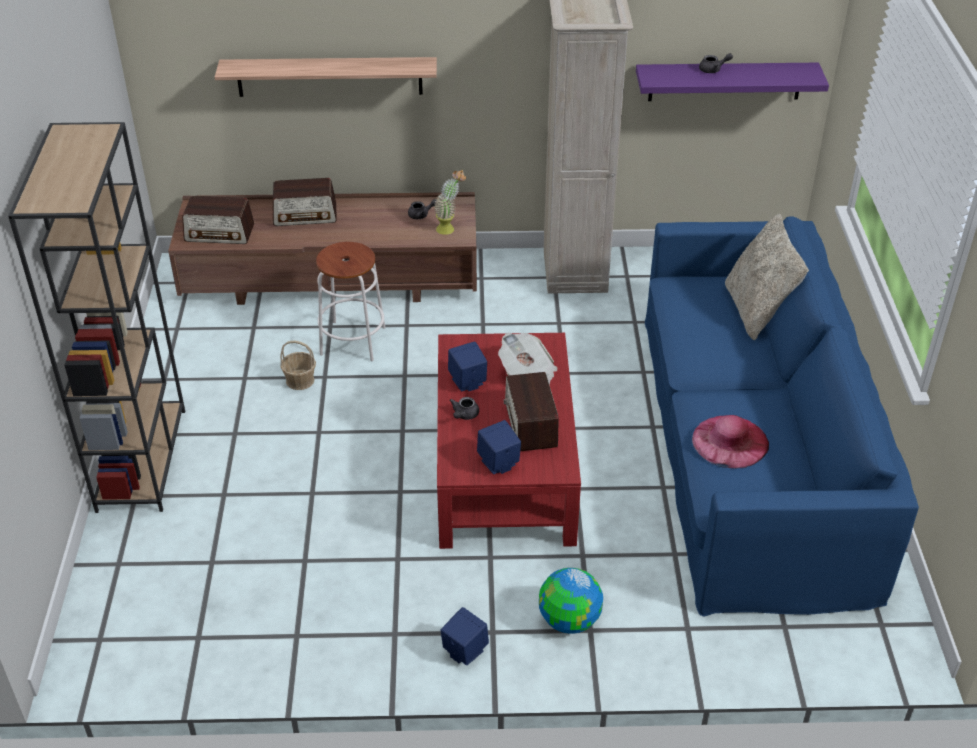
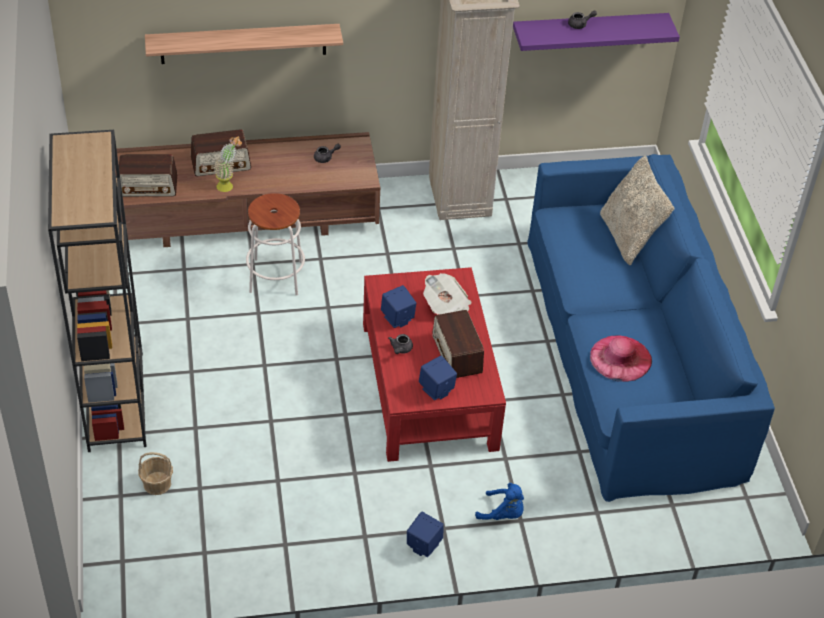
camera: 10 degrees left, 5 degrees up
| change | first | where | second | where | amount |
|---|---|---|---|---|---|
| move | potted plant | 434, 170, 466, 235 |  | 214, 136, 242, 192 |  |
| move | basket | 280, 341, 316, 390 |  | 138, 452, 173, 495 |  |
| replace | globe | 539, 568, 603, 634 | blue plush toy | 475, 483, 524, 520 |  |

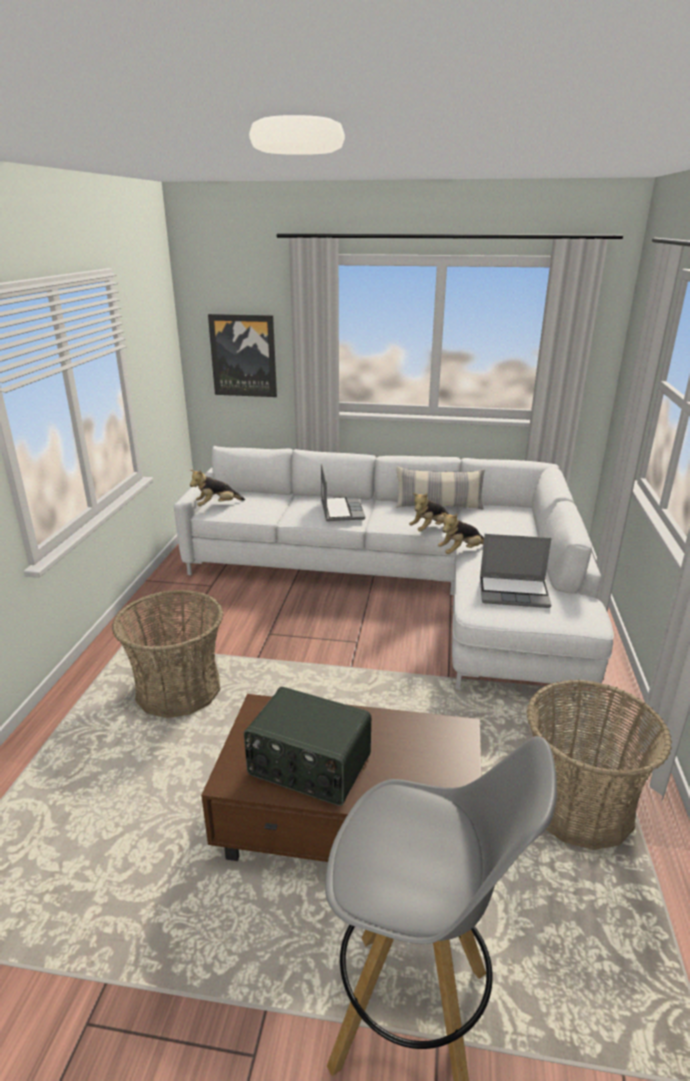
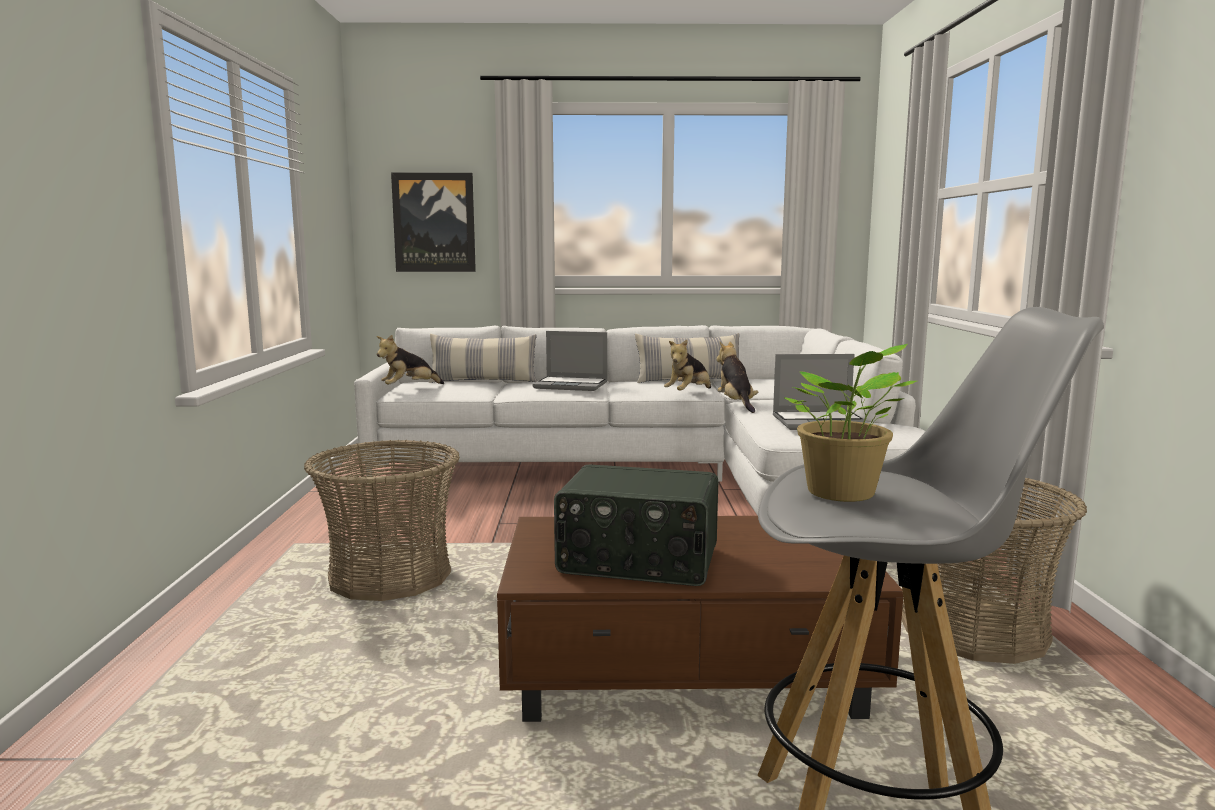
camera: 10 degrees left, 15 degrees down
| change | first | where | second | where | amount |
|---|---|---|---|---|---|
| rotate | laptop | 321, 464, 365, 521 |  | 532, 331, 608, 391 | 120 degrees clockwise |
| rotate | plush toy | 438, 513, 484, 554 |  | 716, 341, 758, 413 | 120 degrees clockwise |
| insert |  |  | pillow | 428, 334, 537, 383 |  |
| insert |  |  | potted plant | 784, 344, 916, 502 |  |

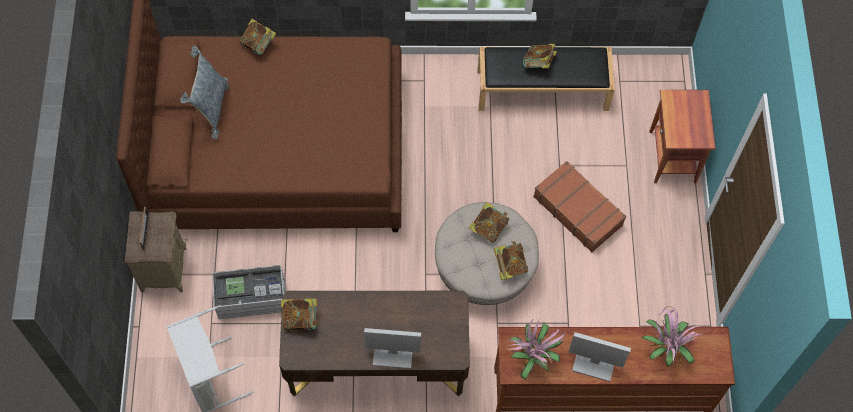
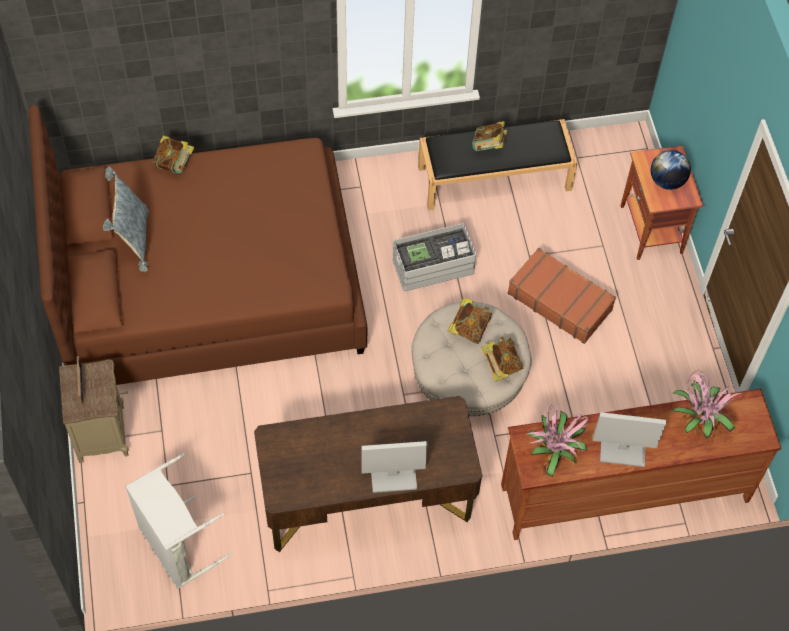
camera: 10 degrees left, 5 degrees down
| change | first | where | second | where | amount |
|---|---|---|---|---|---|
| move | grey storage box | 212, 265, 286, 319 |  | 392, 223, 476, 291 |  |
| delete | book | 281, 298, 318, 331 |  |  |  |
| insert |  |  | globe | 651, 150, 691, 190 |  |

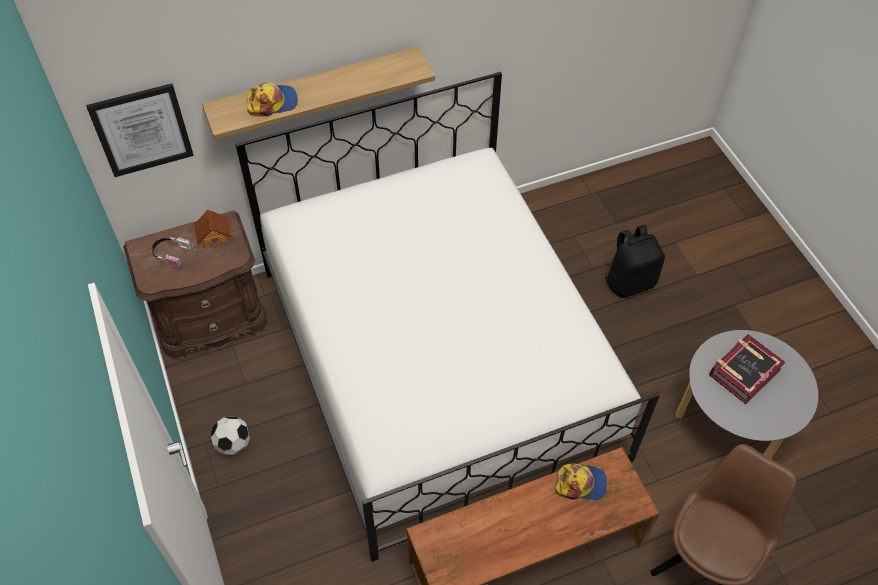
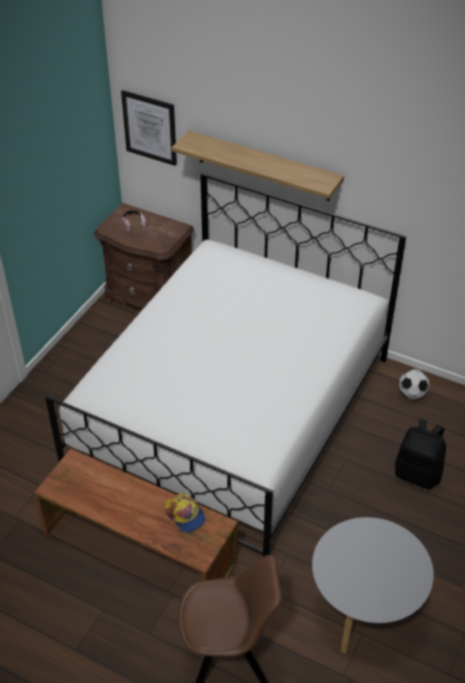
camera: 50 degrees right, 10 degrees down
| change | first | where | second | where | amount |
|---|---|---|---|---|---|
| delete | cap | 247, 82, 298, 116 |  |  |  |
| delete | toy house | 194, 210, 232, 248 |  |  |  |
| delete | book | 709, 334, 785, 404 |  |  |  |
| move | football | 210, 416, 250, 455 |  | 399, 369, 430, 399 |  |

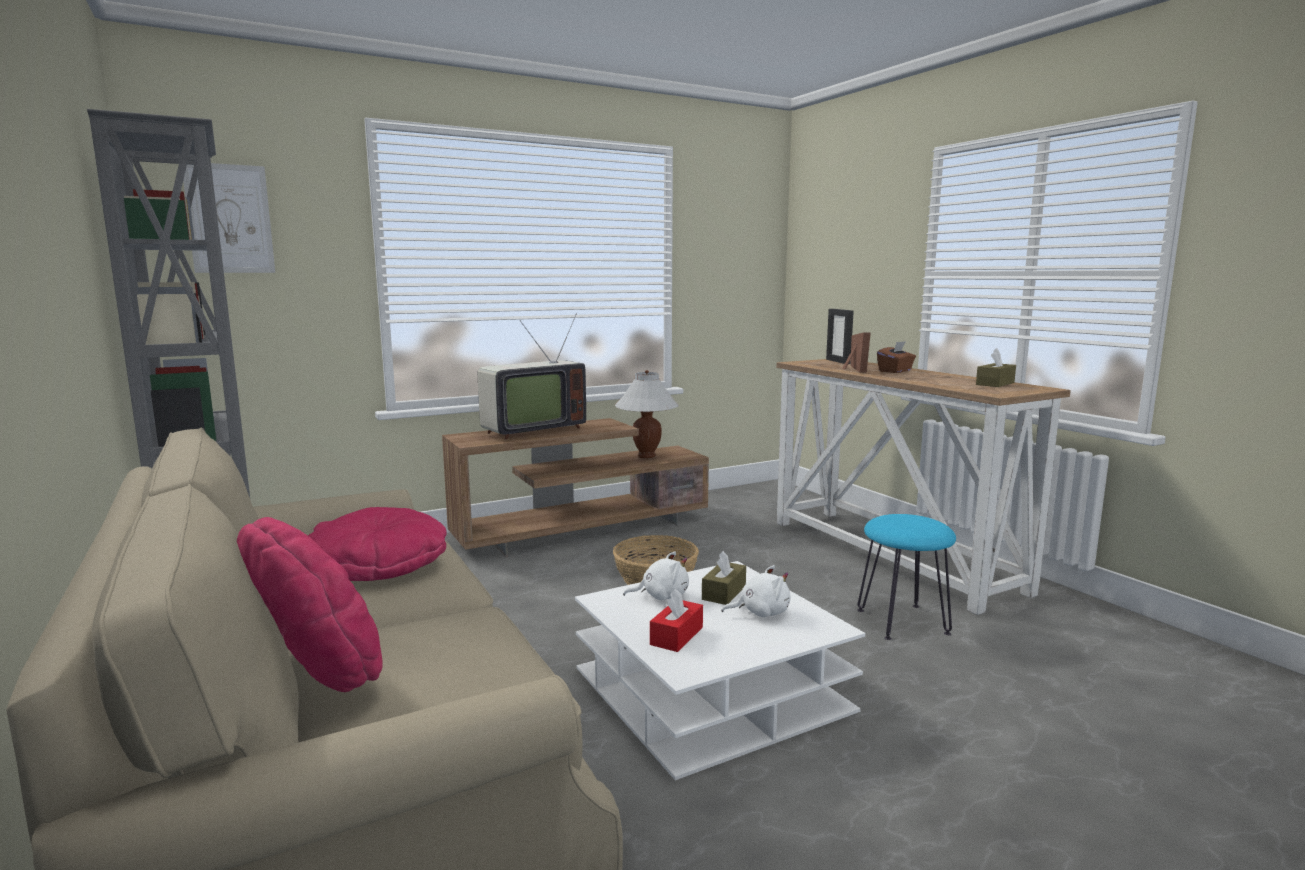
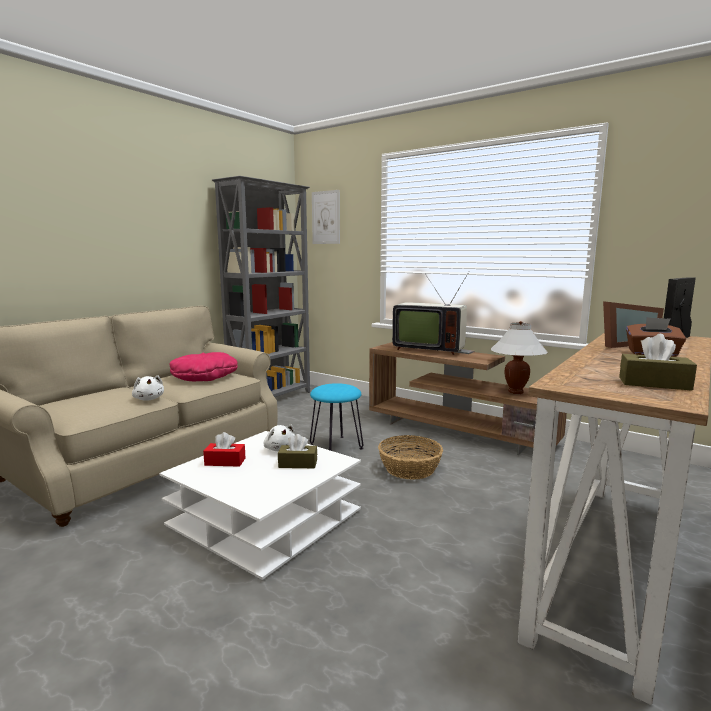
camera: 65 degrees right, 0 degrees up
| change | first | where | second | where | amount |
|---|---|---|---|---|---|
| move | turquoise stool | 857, 514, 956, 640 |  | 310, 383, 363, 451 |  |
| delete | pink pillow | 237, 517, 383, 692 |  |  |  |
| move | white plush toy | 722, 565, 790, 617 |  | 132, 375, 164, 401 |  |

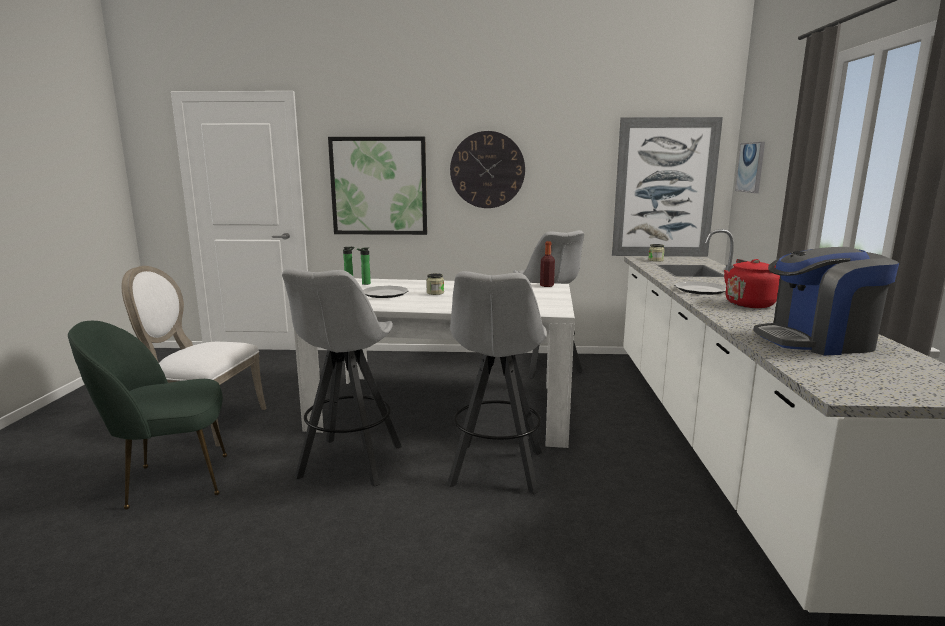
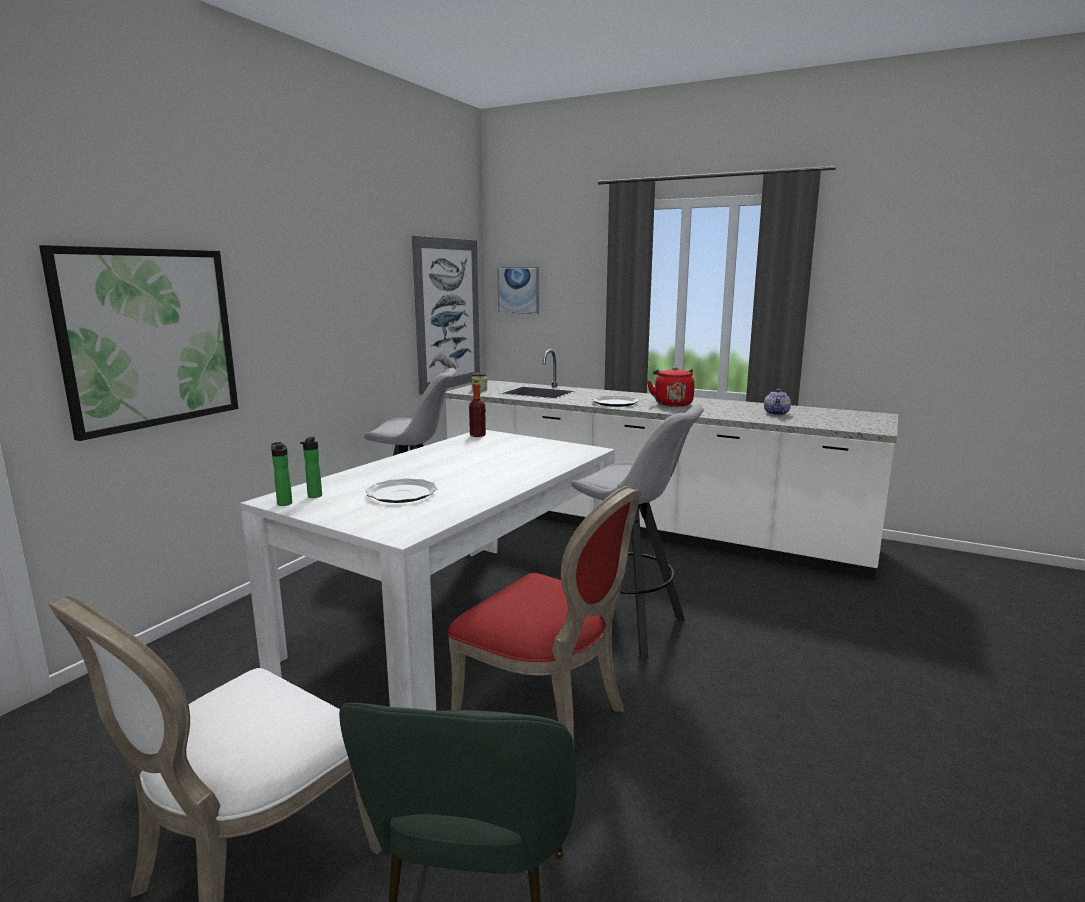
camera: 65 degrees left, 0 degrees up
| change | first | where | second | where | amount |
|---|---|---|---|---|---|
| delete | wall clock | 450, 131, 525, 208 |  |  |  |
| replace | coffee machine | 753, 247, 899, 355 | teapot | 764, 389, 791, 415 |  |
| replace | grey stool | 282, 268, 402, 487 | red chair | 448, 486, 641, 740 |  |
| delete | jar | 426, 273, 444, 295 |  |  |  |

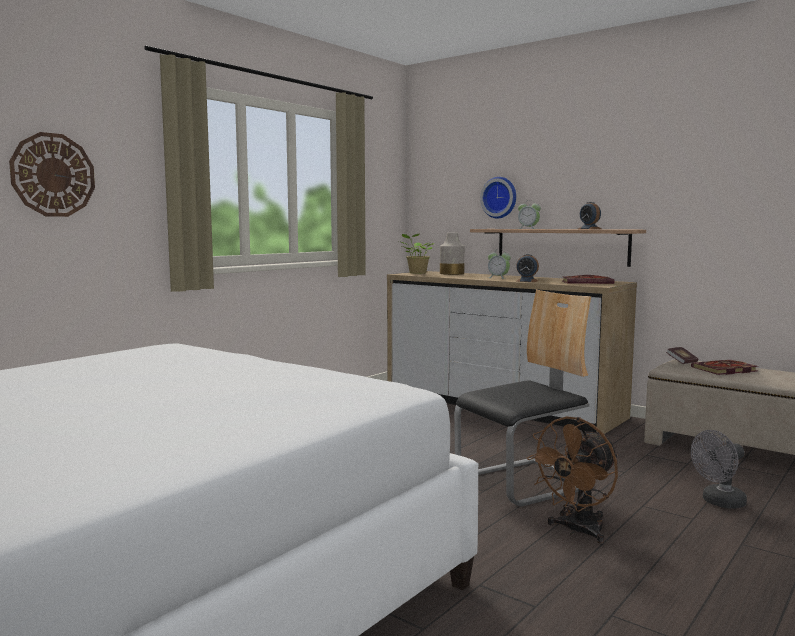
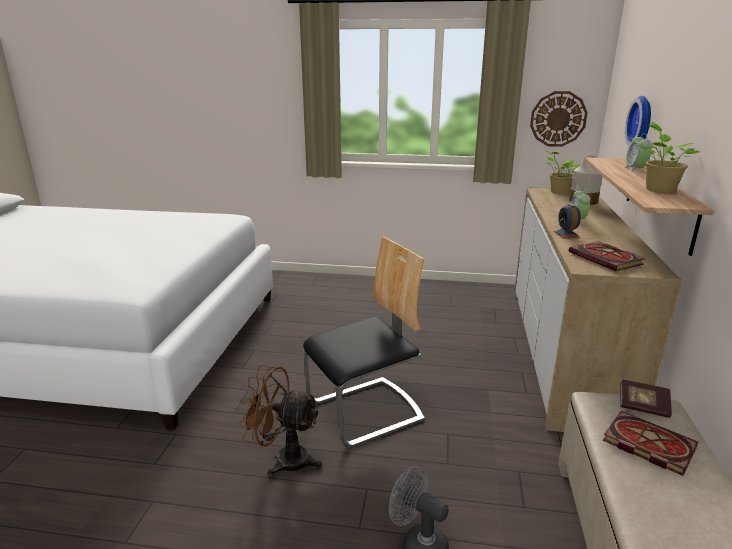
camera: 60 degrees right, 15 degrees up
| change | first | where | second | where | amount |
|---|---|---|---|---|---|
| move | wall clock | 9, 132, 95, 217 |  | 530, 91, 588, 147 |  |
| replace | alarm clock | 578, 202, 601, 229 | potted plant | 645, 122, 699, 193 |  |
| rotate | chair | 454, 290, 591, 506 |  | 302, 237, 425, 447 | 60 degrees counterclockwise |

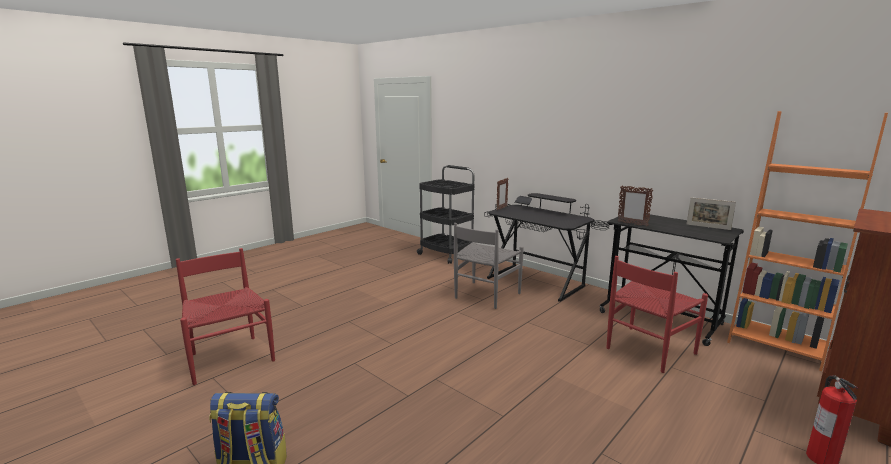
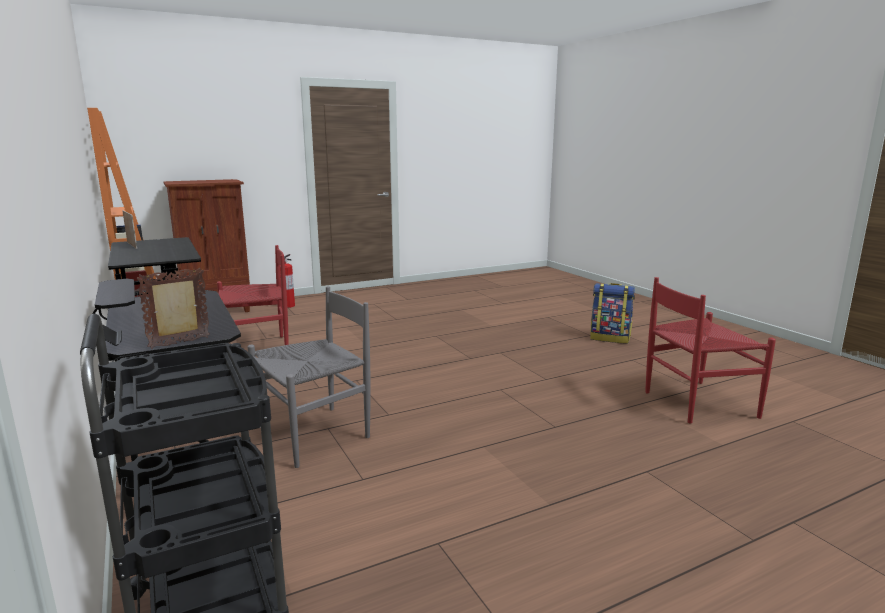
camera: 160 degrees left, 0 degrees up
| change | first | where | second | where | amount |
|---|---|---|---|---|---|
| delete | picture frame | 617, 185, 653, 226 |  |  |  |
| rotate | red chair | 176, 248, 275, 385 |  | 645, 277, 776, 424 | 90 degrees clockwise |

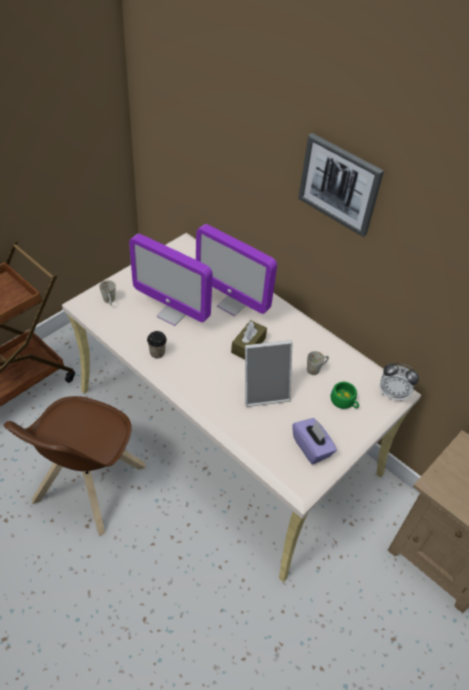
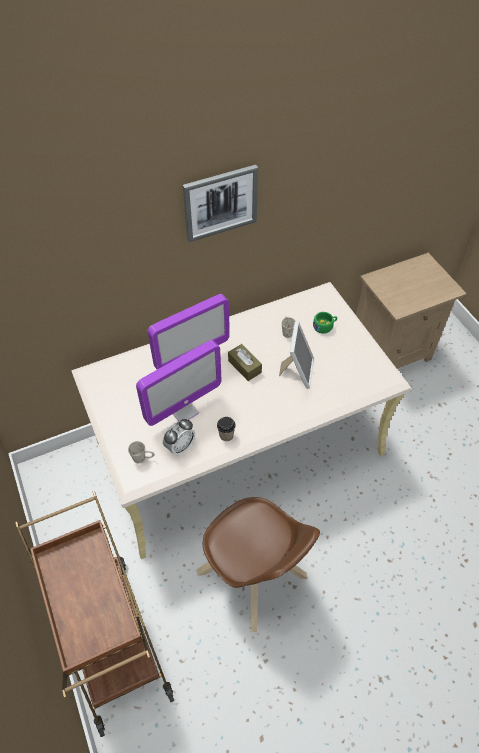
camera: 65 degrees left, 5 degrees up
| change | first | where | second | where | amount |
|---|---|---|---|---|---|
| move | alarm clock | 380, 363, 419, 402 |  | 163, 419, 195, 456 |  |
| delete | purple tissue box | 292, 418, 337, 464 |  |  |  |

